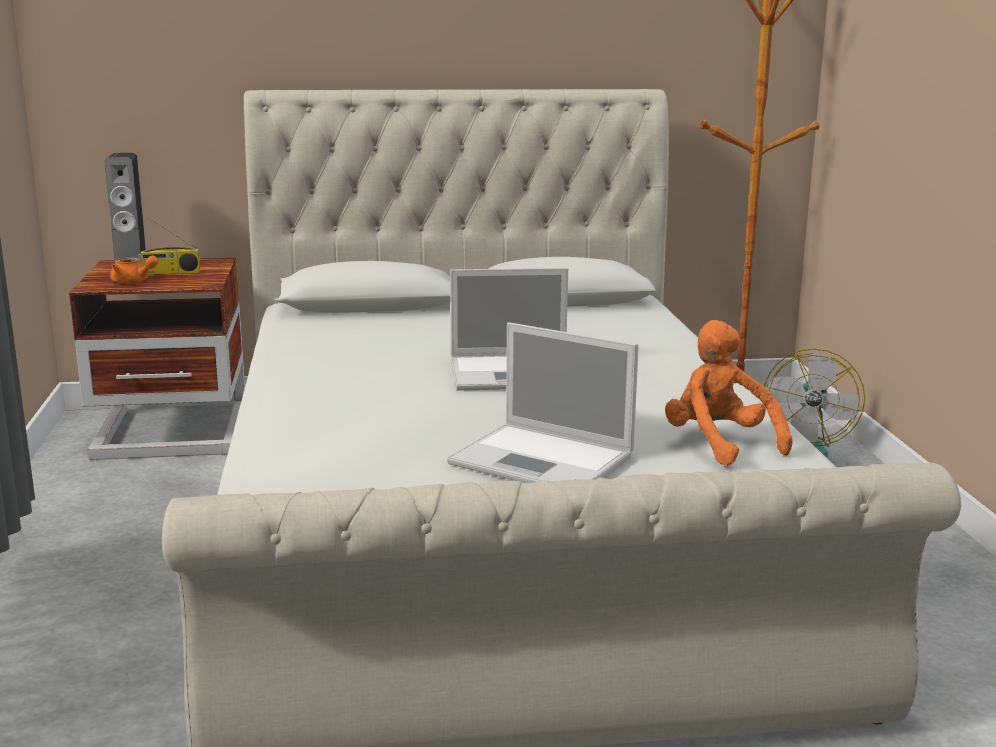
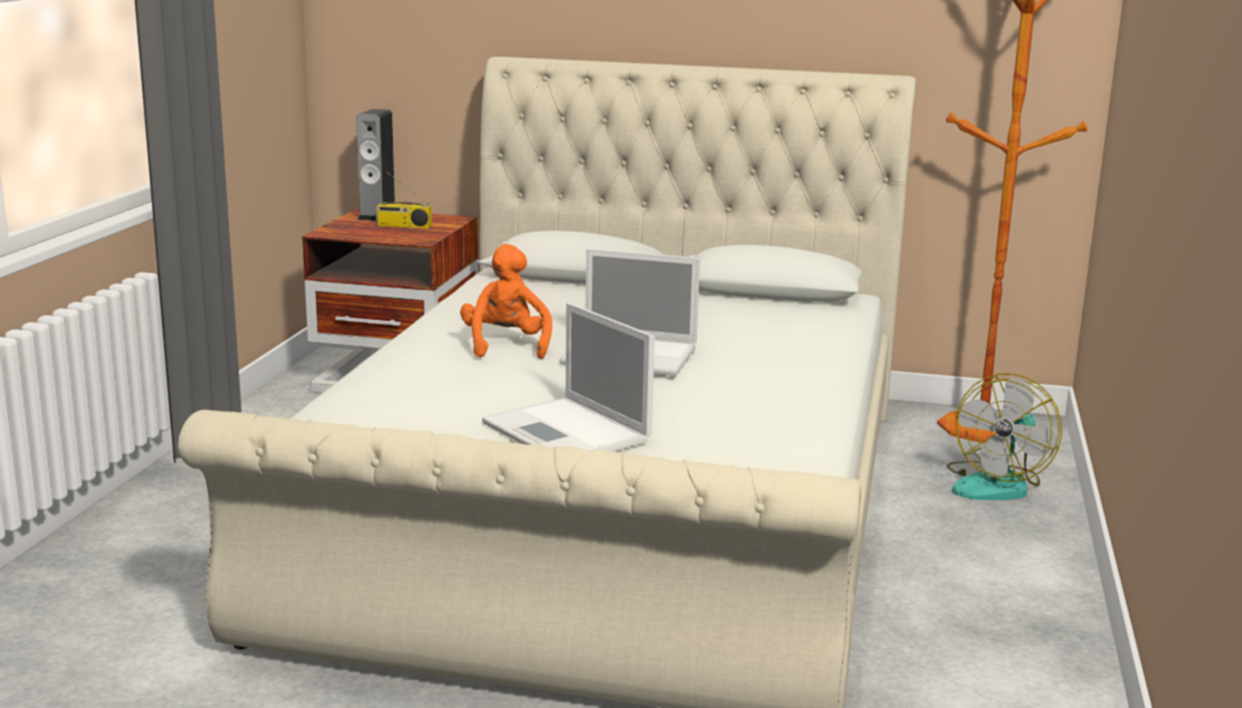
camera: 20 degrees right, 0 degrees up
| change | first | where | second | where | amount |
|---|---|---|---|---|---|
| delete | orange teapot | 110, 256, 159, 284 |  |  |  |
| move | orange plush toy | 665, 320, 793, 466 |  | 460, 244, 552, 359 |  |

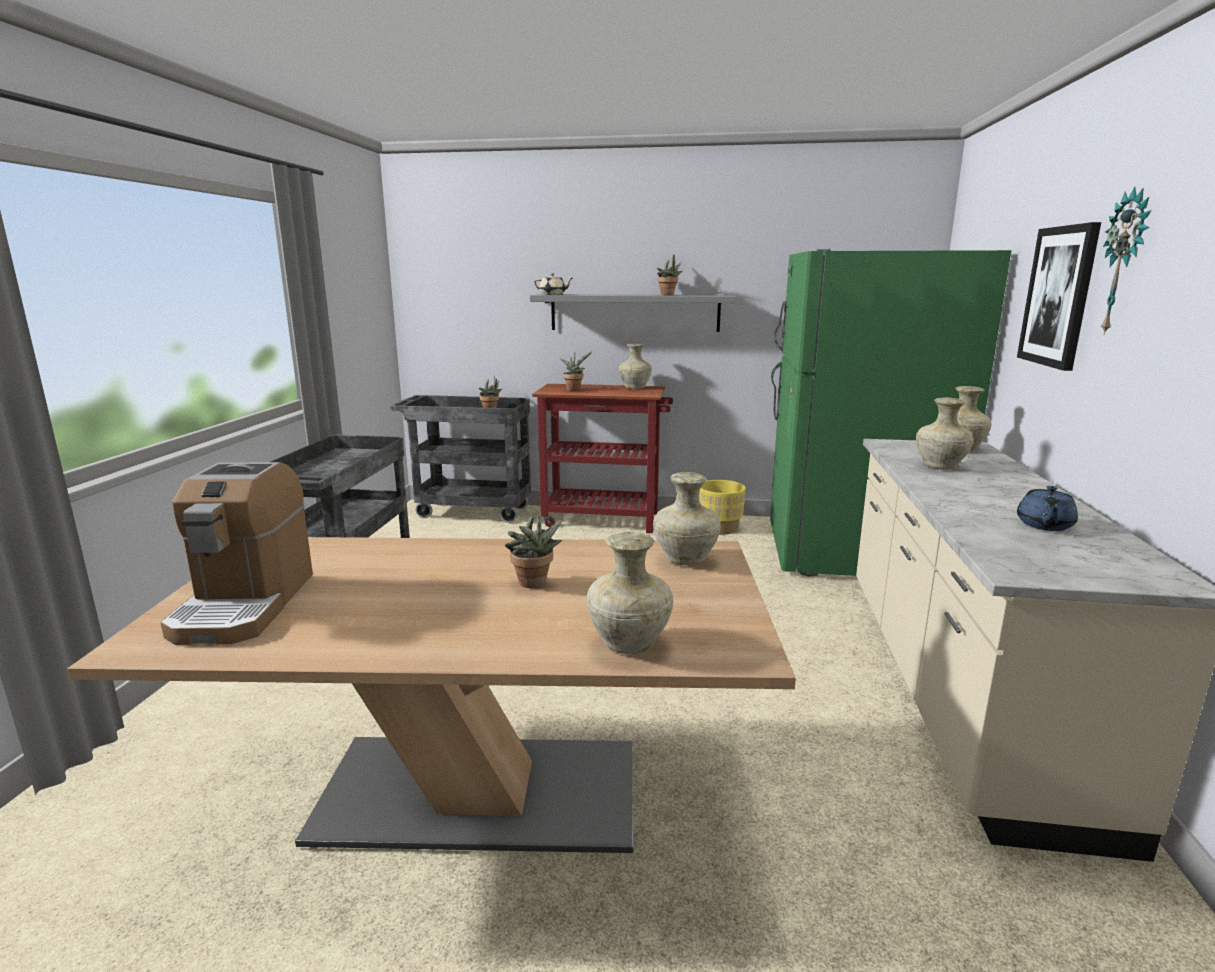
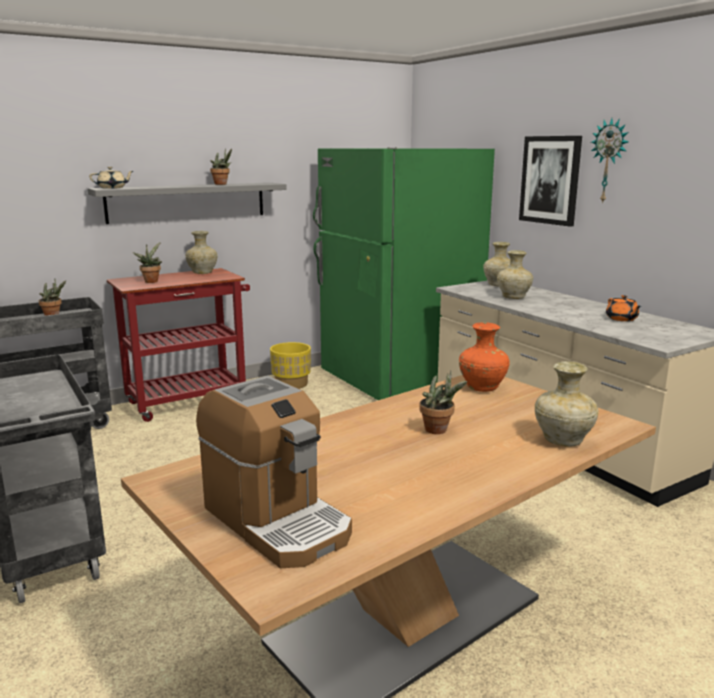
camera: 40 degrees left, 0 degrees up
| change | first | where | second | where | amount |
|---|---|---|---|---|---|
| recolor | beige vase | 653, 472, 721, 565 | orange vase | 459, 322, 510, 392 |  |
| recolor | blue teapot | 1017, 486, 1078, 531 | orange teapot | 606, 295, 642, 321 |  |

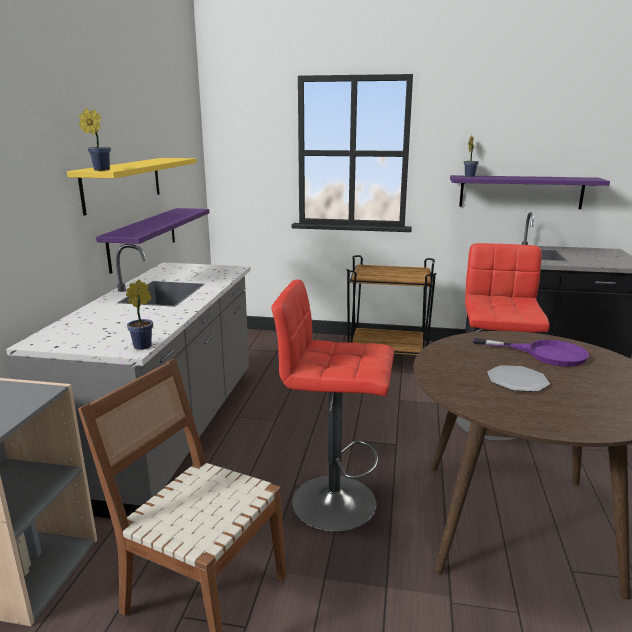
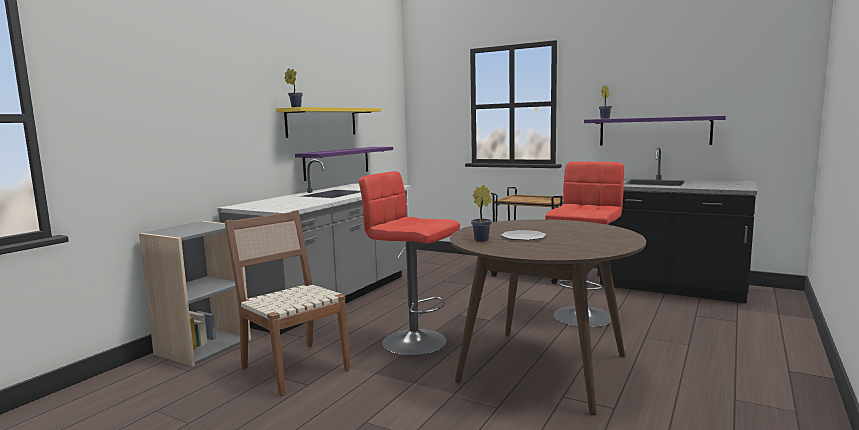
camera: 20 degrees right, 10 degrees down
| change | first | where | second | where | amount |
|---|---|---|---|---|---|
| move | potted plant | 126, 280, 153, 350 |  | 471, 185, 492, 242 |  |
| delete | purple frying pan | 473, 338, 589, 367 |  |  |  |

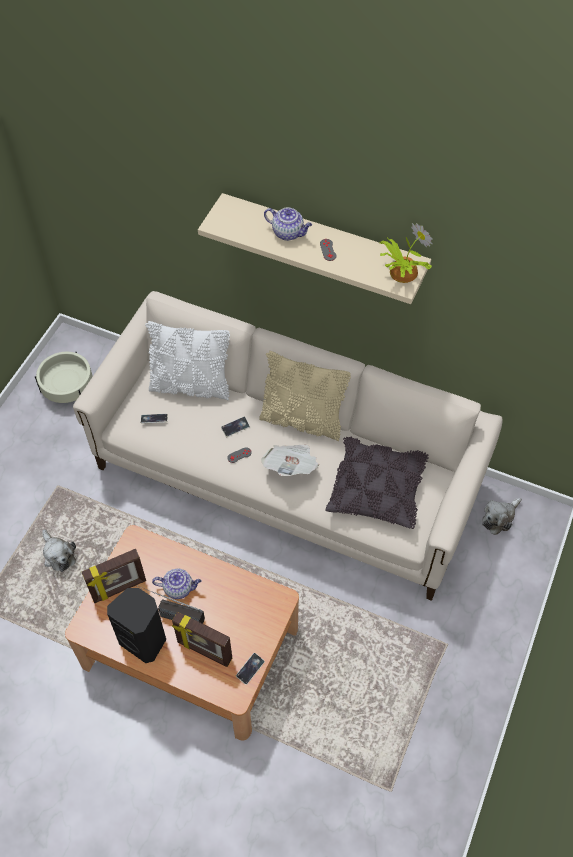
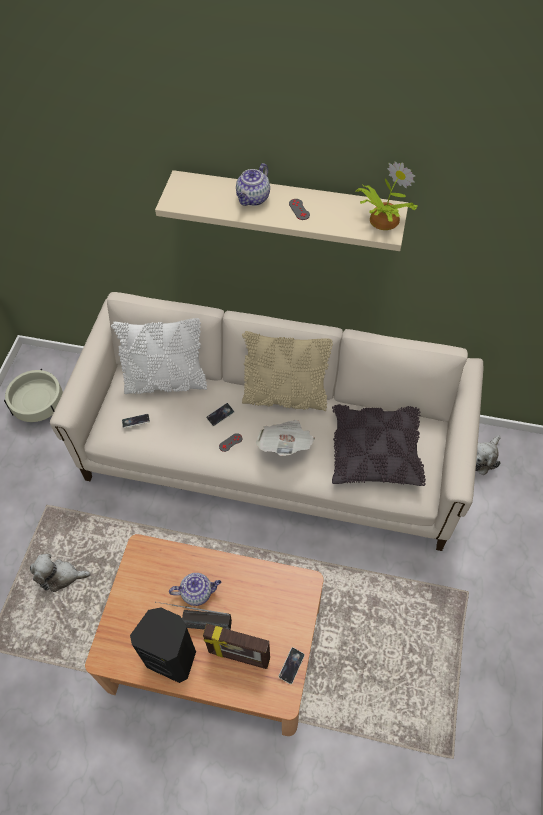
camera: 10 degrees left, 0 degrees up
| change | first | where | second | where | amount |
|---|---|---|---|---|---|
| rotate | teapot | 264, 207, 312, 241 |  | 236, 163, 270, 206 | 105 degrees clockwise |
| rotate | plush toy | 42, 529, 76, 572 |  | 30, 554, 91, 592 | 135 degrees clockwise |
| delete | picture frame | 82, 549, 146, 603 |  |  |  |

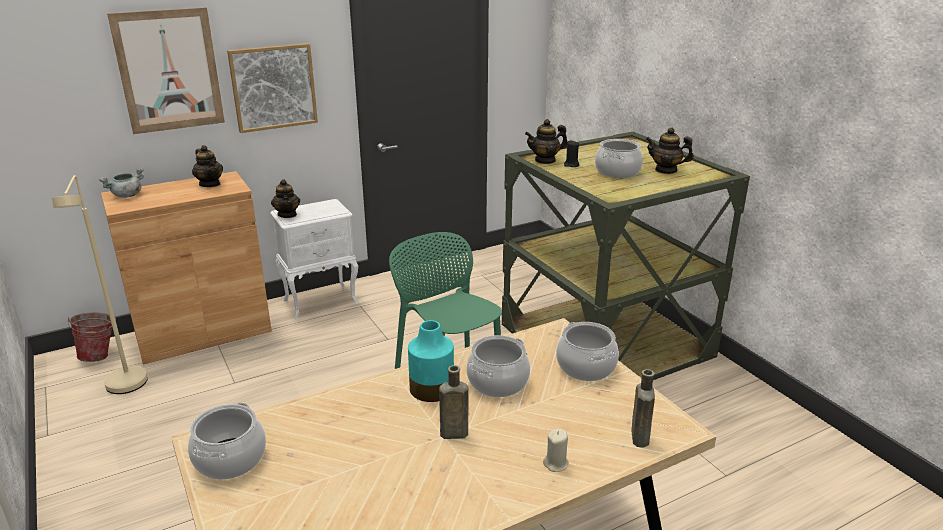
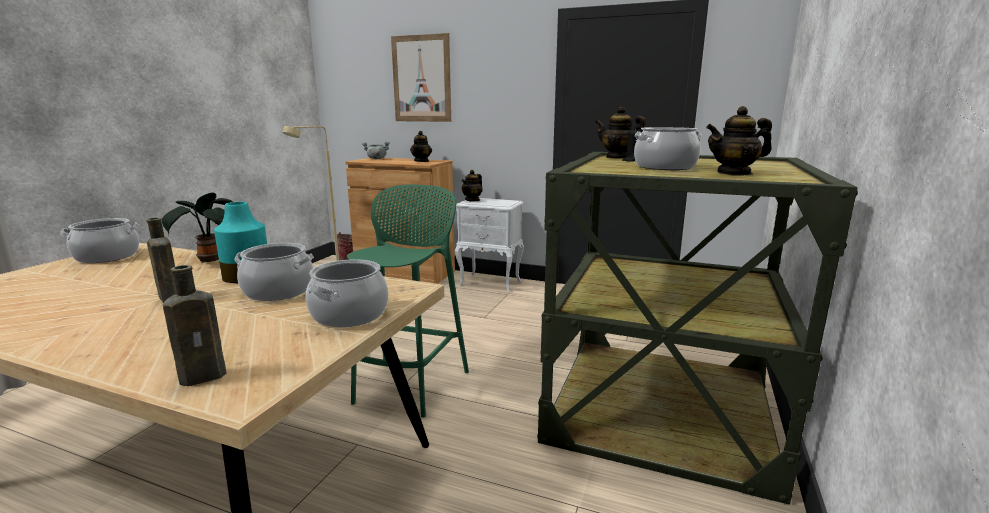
camera: 50 degrees right, 10 degrees down
| change | first | where | second | where | amount |
|---|---|---|---|---|---|
| delete | picture | 227, 43, 318, 133 |  |  |  |
| rotate | teapot | 646, 128, 694, 174 |  | 706, 106, 772, 176 | 75 degrees counterclockwise |
| delete | beige candle | 543, 428, 569, 472 |  |  |  |
| insert |  |  | potted plant | 162, 193, 233, 263 |  |

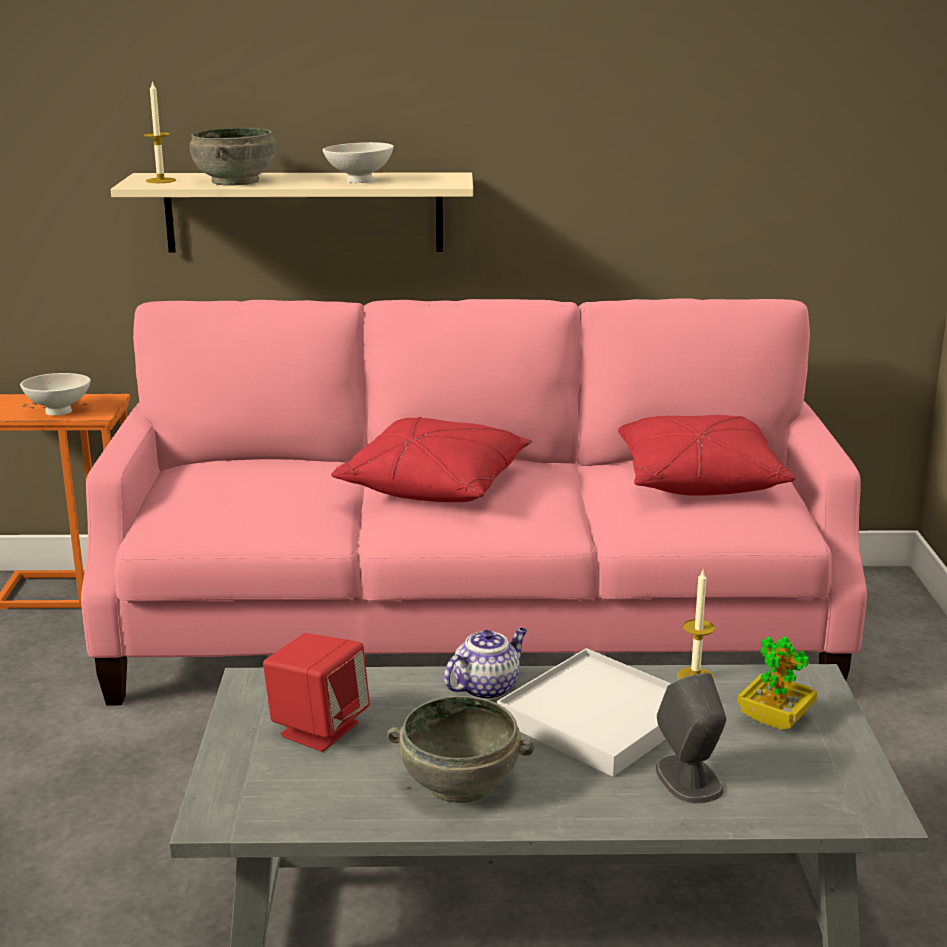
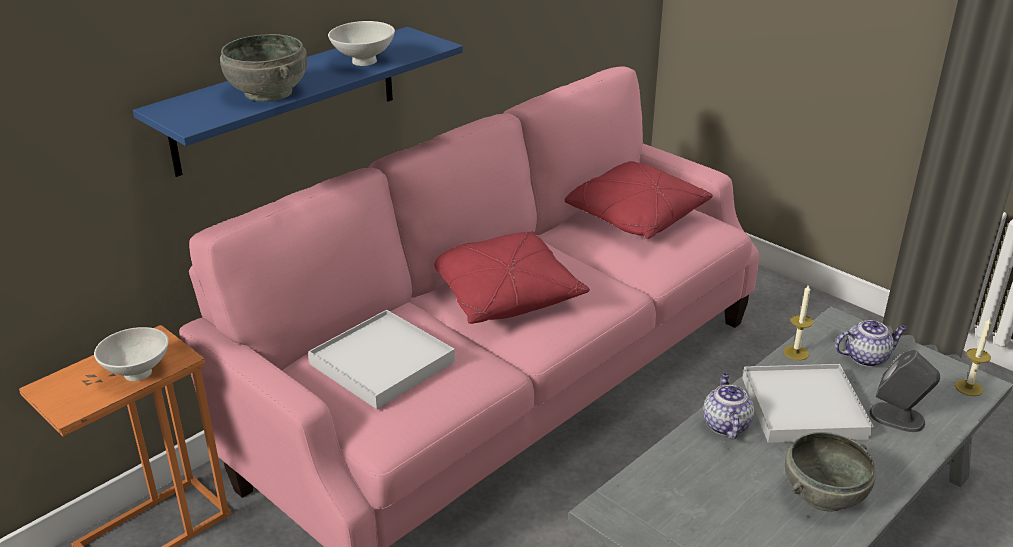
camera: 45 degrees left, 10 degrees up
| change | first | where | second | where | amount |
|---|---|---|---|---|---|
| move | candle | 144, 81, 176, 183 |  | 955, 318, 992, 396 |  |
| recolor | beige shelf | 111, 172, 473, 253 | blue shelf | 133, 27, 463, 177 |  |
| delete | red speaker | 263, 633, 370, 752 |  |  |  |
| replace | potted plant | 737, 636, 817, 730 | teapot | 835, 320, 907, 367 |  |
| insert |  |  | white tray | 308, 310, 455, 409 |  |

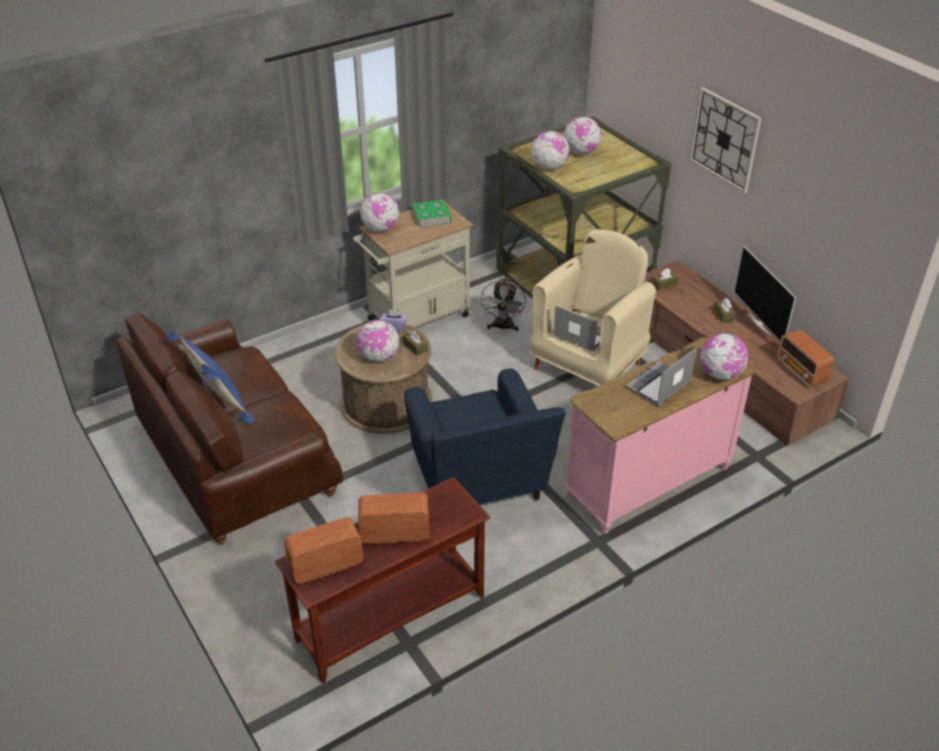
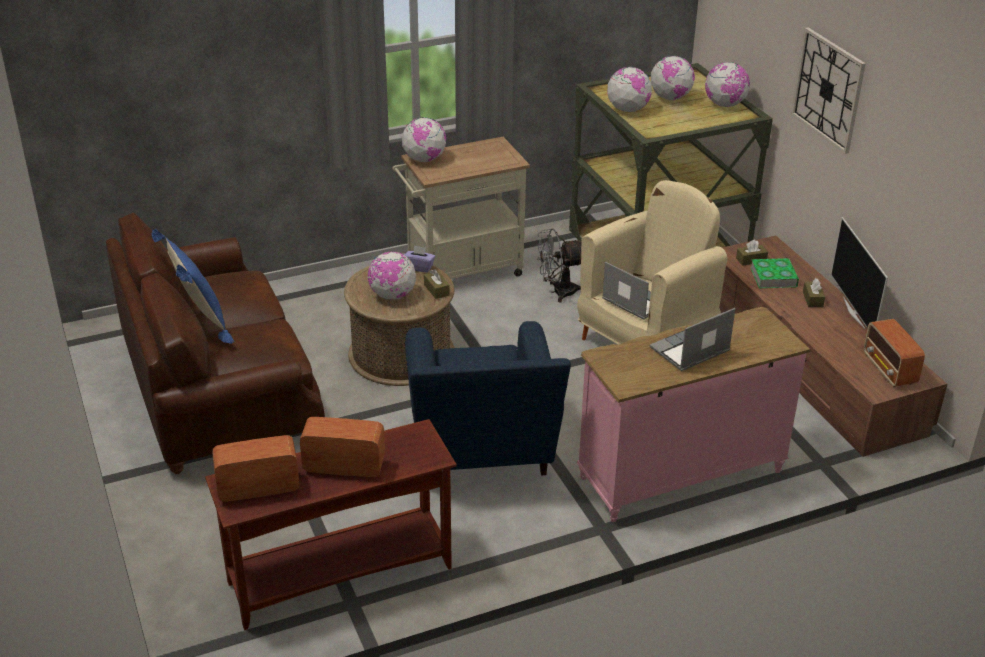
camera: 10 degrees right, 5 degrees down
| change | first | where | second | where | amount |
|---|---|---|---|---|---|
| move | book | 413, 200, 451, 227 |  | 751, 258, 799, 288 |  |
| rotate | grey fan | 480, 277, 526, 331 |  | 537, 228, 582, 302 | 60 degrees clockwise |
| move | globe | 700, 333, 749, 380 |  | 705, 62, 750, 107 |  |

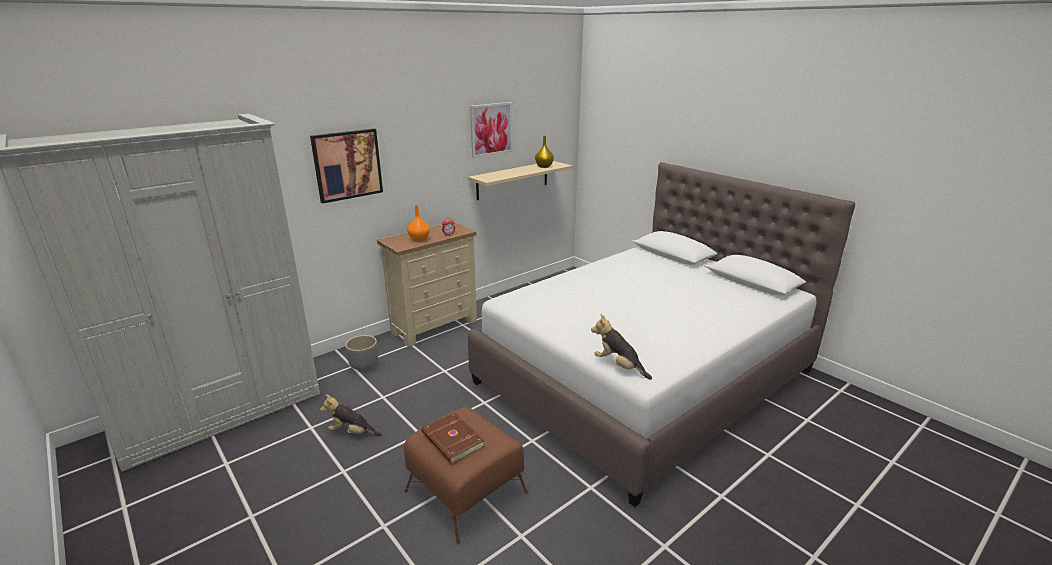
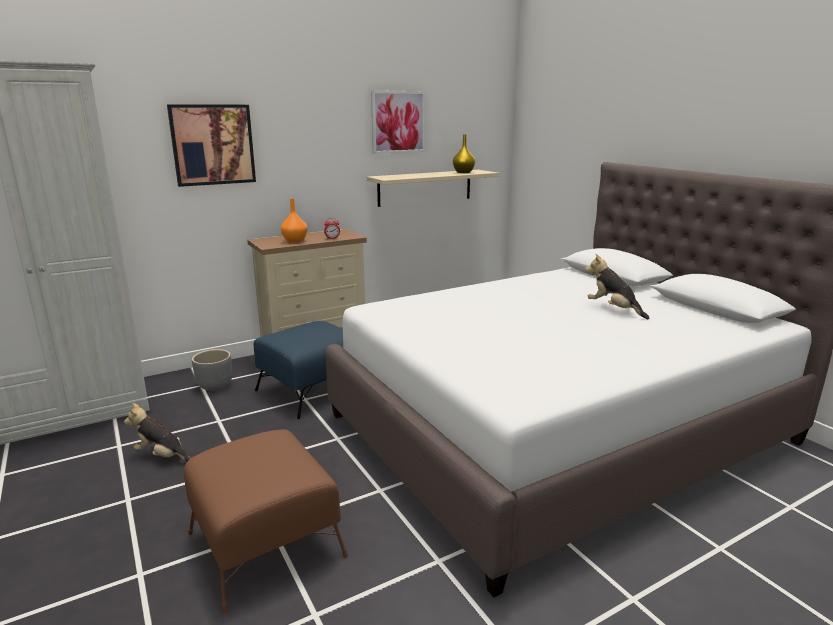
camera: 10 degrees right, 5 degrees down
| change | first | where | second | where | amount |
|---|---|---|---|---|---|
| move | plush toy | 591, 314, 652, 379 |  | 585, 254, 649, 319 |  |
| delete | brown book | 421, 412, 485, 463 |  |  |  |
| insert |  |  | blue ottoman | 254, 321, 343, 419 |  |

